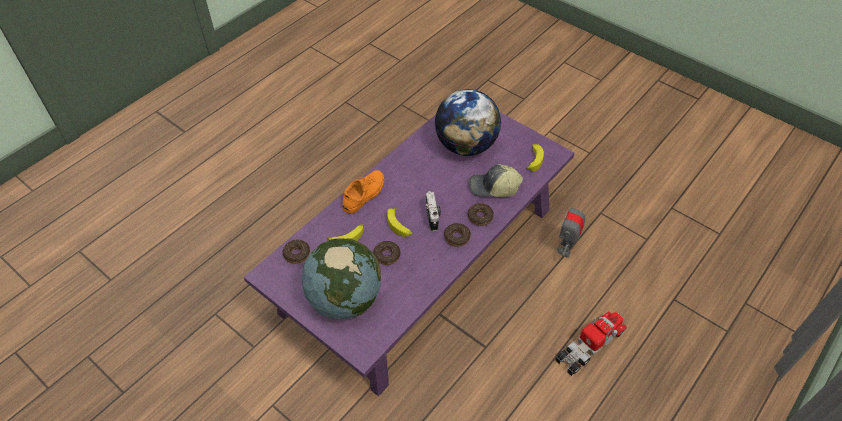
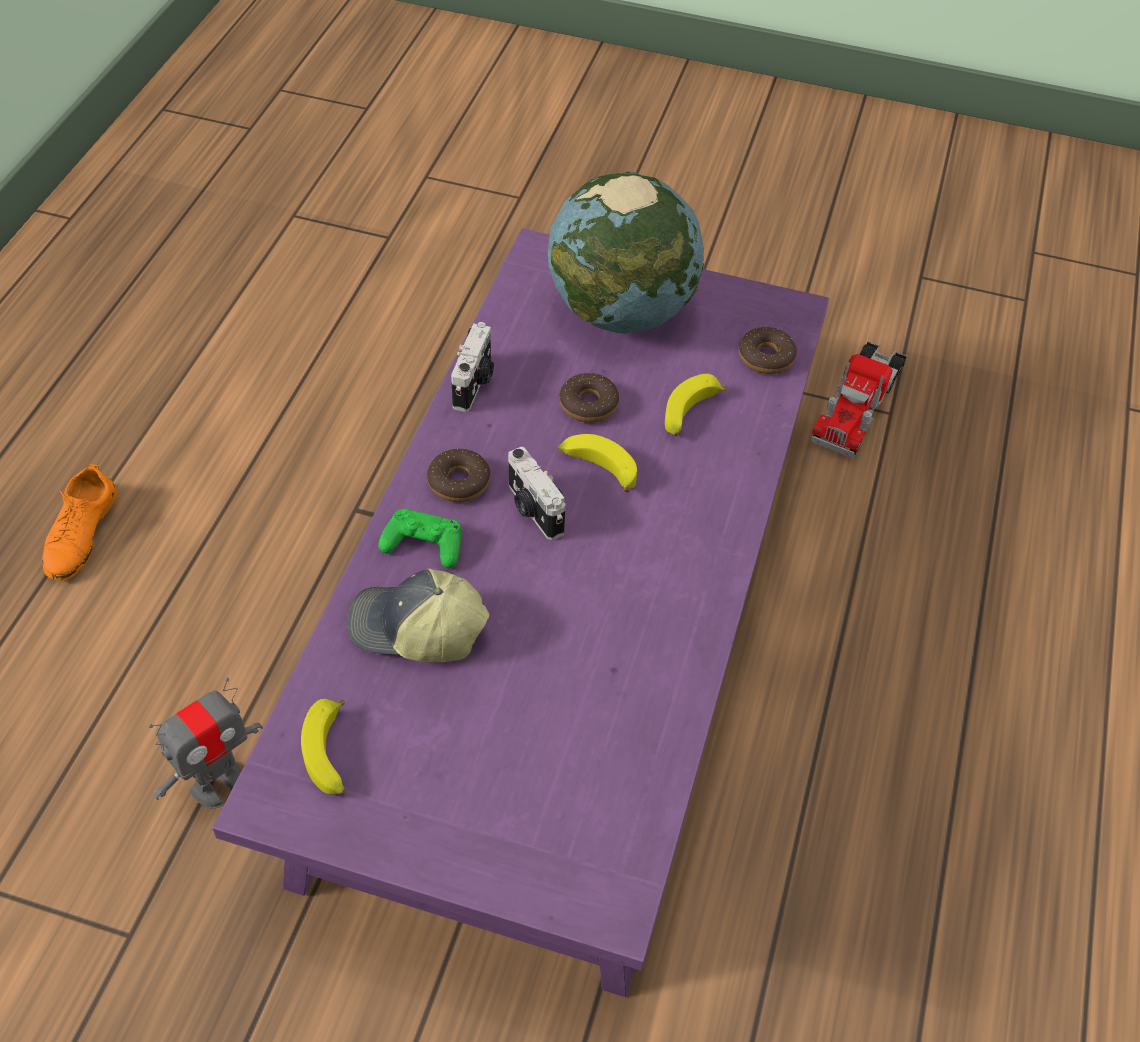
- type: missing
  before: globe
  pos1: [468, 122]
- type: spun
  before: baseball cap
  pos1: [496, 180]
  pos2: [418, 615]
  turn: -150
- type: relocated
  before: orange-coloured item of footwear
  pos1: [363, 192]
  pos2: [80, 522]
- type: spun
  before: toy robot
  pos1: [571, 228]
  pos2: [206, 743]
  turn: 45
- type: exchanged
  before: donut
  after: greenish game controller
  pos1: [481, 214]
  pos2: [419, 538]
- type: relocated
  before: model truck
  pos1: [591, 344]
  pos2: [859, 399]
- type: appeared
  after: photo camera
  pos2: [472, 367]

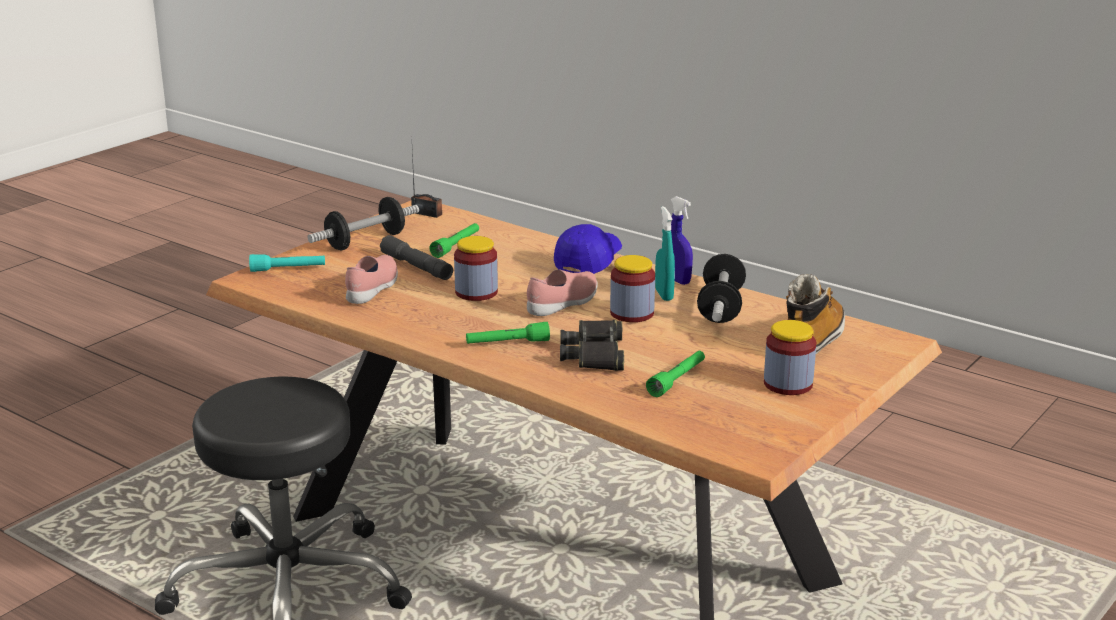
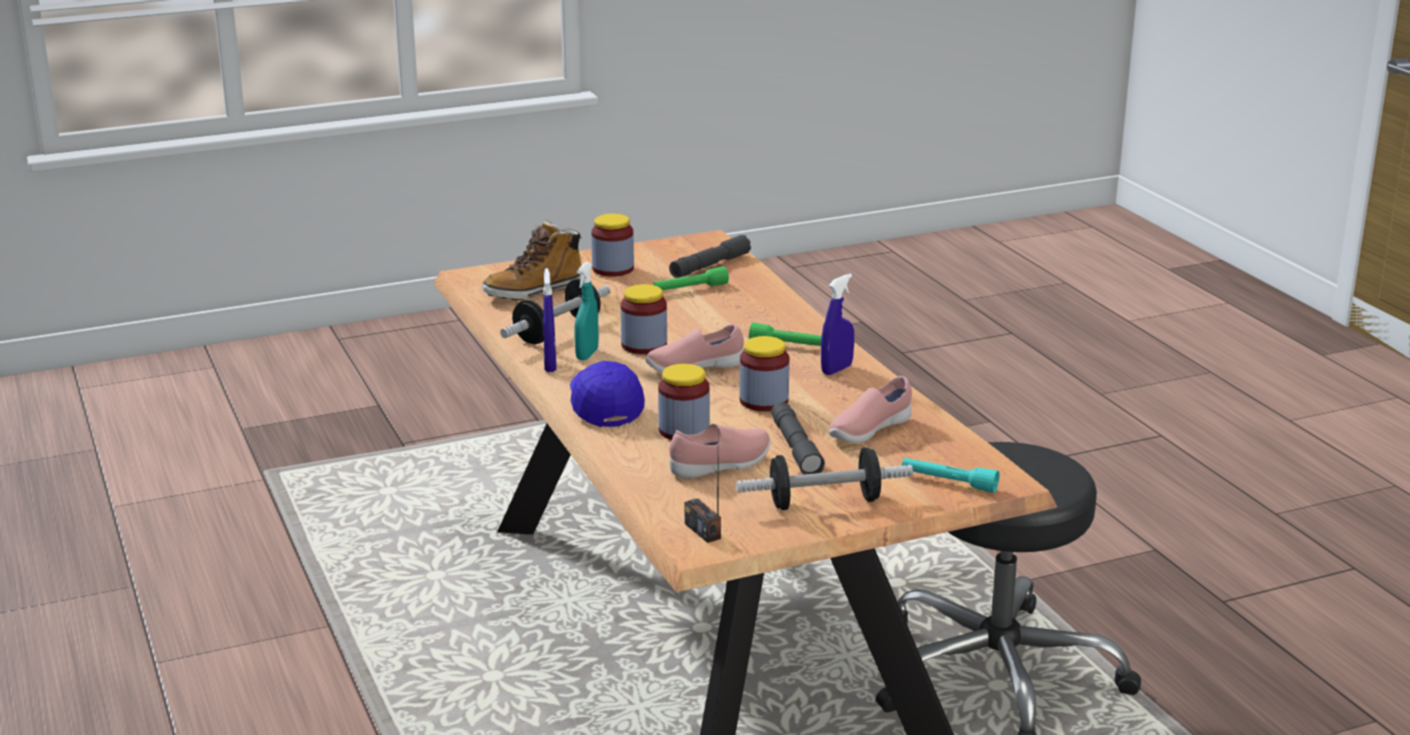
- type: exchanged
  before: greenish torch
  after: pink-coloured item of footwear
  pos1: [454, 240]
  pos2: [719, 451]
- type: spun
  before: bluish baseball cap
  pos1: [588, 249]
  pos2: [607, 394]
  turn: 105
- type: missing
  before: blackish binoculars
  pos1: [592, 345]
- type: appeared
  after: greyish torch
  pos2: [710, 256]
- type: appeared
  after: bluish spray bottle
  pos2: [837, 324]
- type: appeared
  after: jar
  pos2: [684, 402]

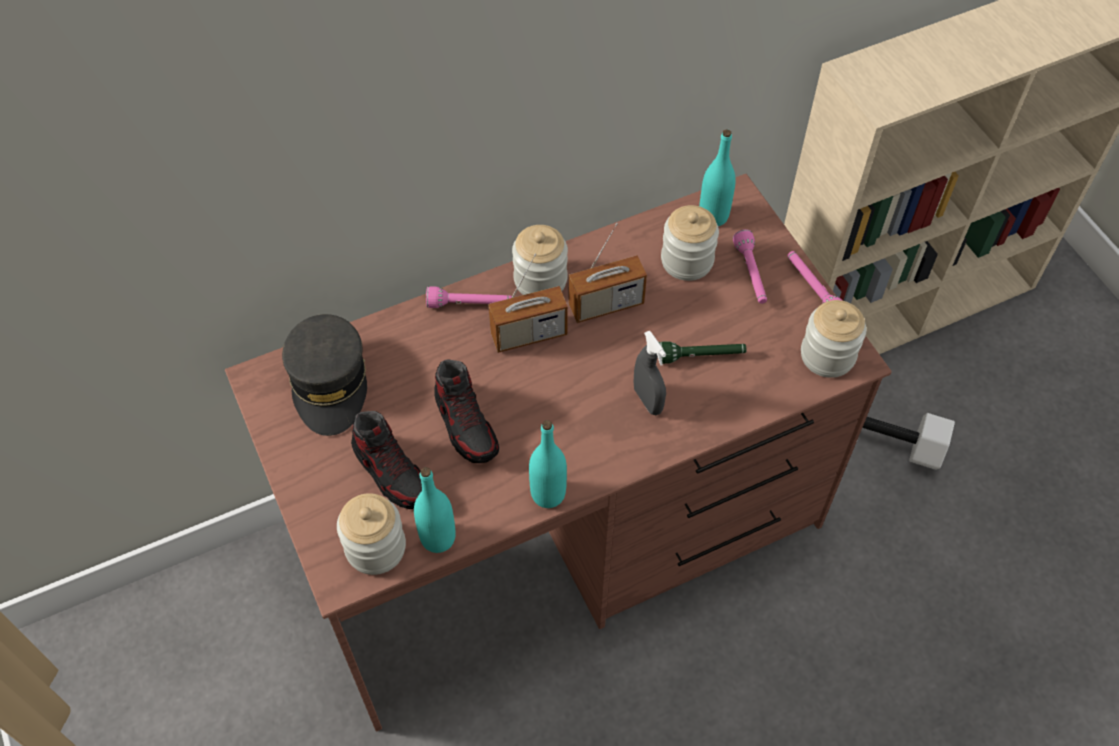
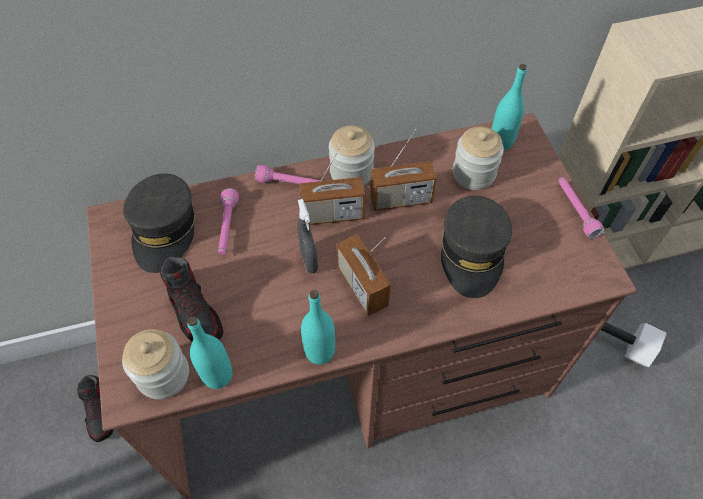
- type: relocated
  before: pink-coloured torch
  pos1: [750, 266]
  pos2: [228, 221]
- type: missing
  before: jar
  pos1: [833, 339]
- type: relocated
  before: greyish spray bottle
  pos1: [650, 373]
  pos2: [307, 236]
- type: exchanged
  before: greenish torch
  after: greyish baseball cap
  pos1: [702, 352]
  pos2: [476, 247]
- type: relocated
  before: item of footwear
  pos1: [466, 411]
  pos2: [95, 408]
- type: appeared
  after: radio
  pos2: [364, 275]

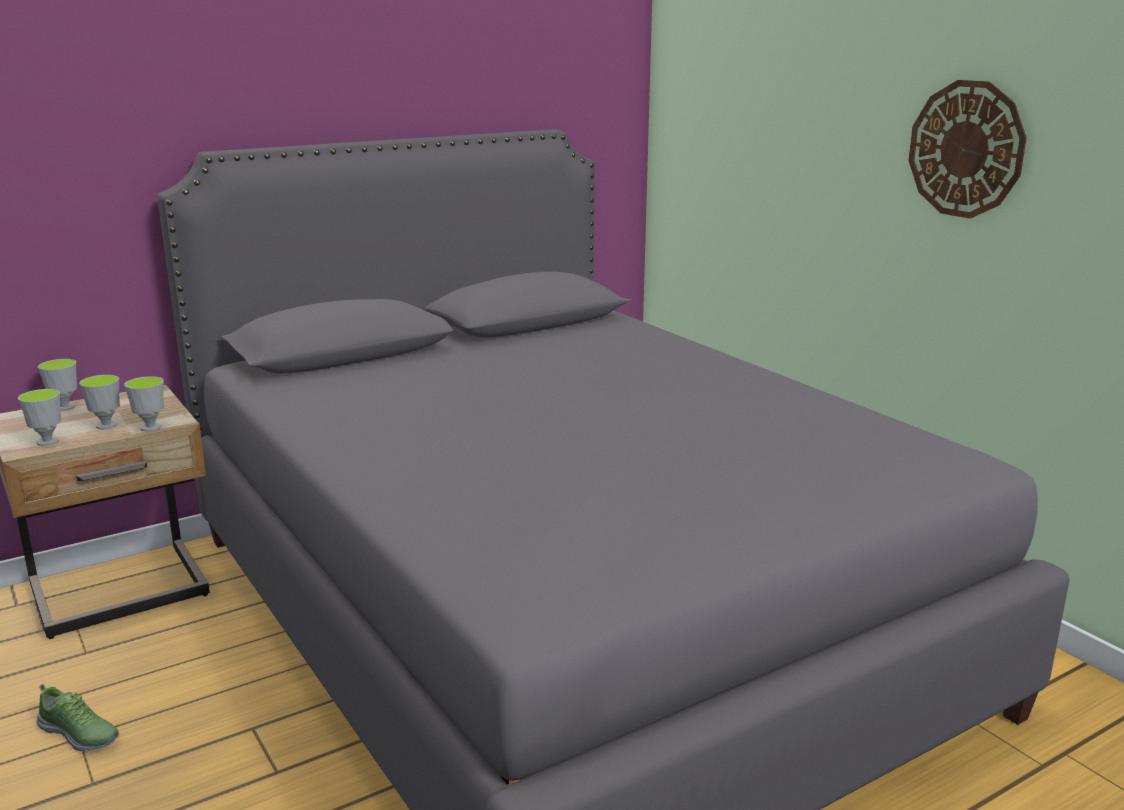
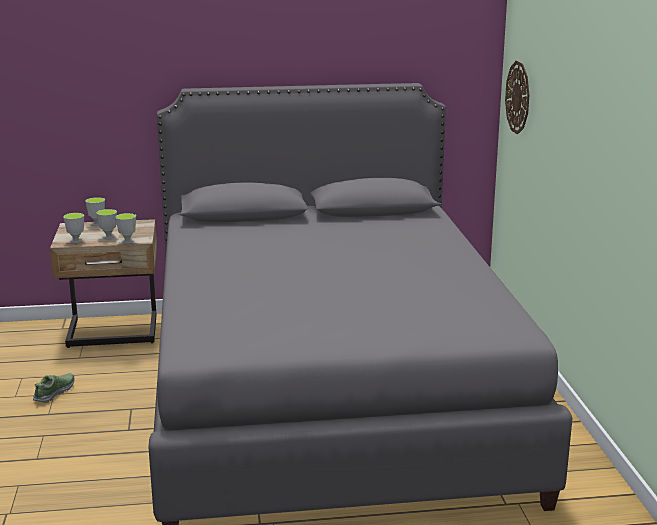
- type: relocated
  before: wall clock
  pos1: [968, 149]
  pos2: [517, 97]
- type: spun
  before: item of footwear
  pos1: [78, 717]
  pos2: [54, 388]
  turn: -120

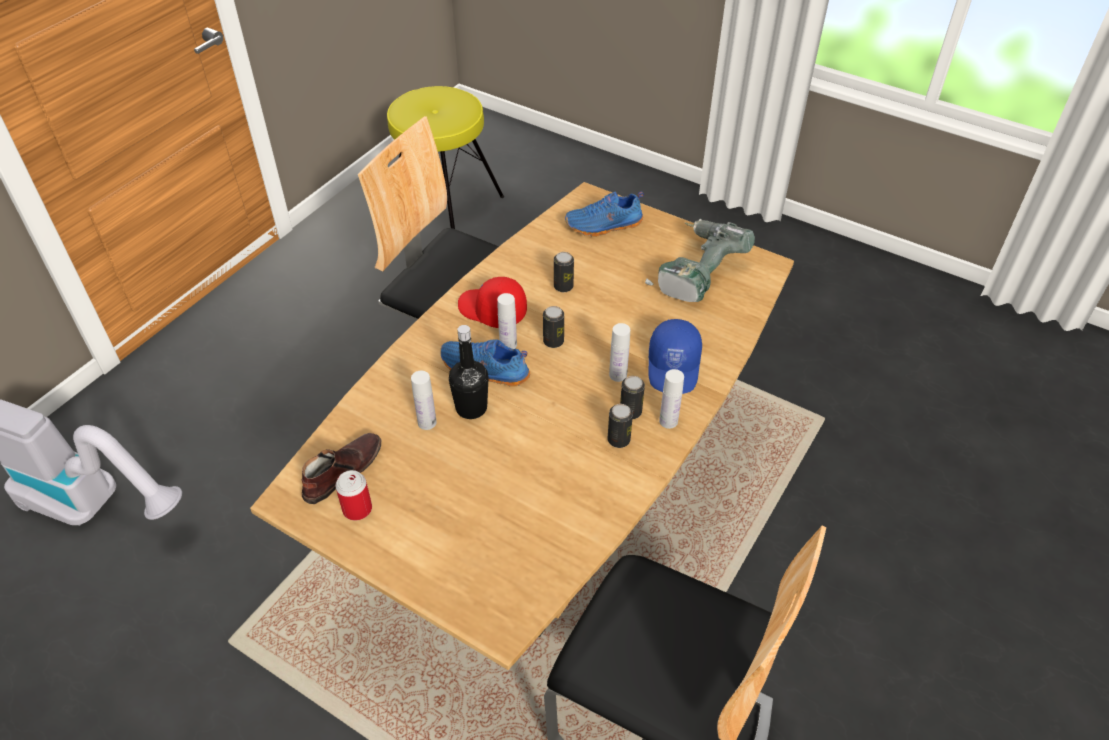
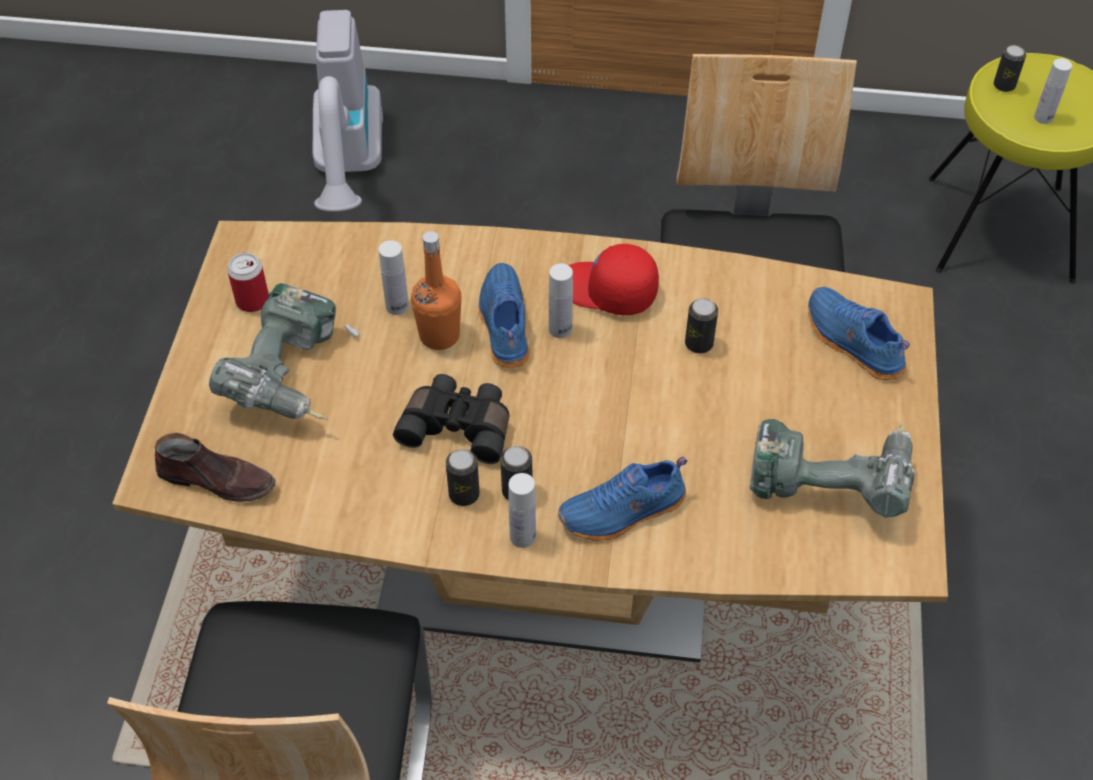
- type: spun
  before: red baseball cap
  pos1: [492, 302]
  pos2: [614, 279]
  turn: -75
- type: relocated
  before: sealed can
  pos1: [553, 327]
  pos2: [1010, 68]
- type: exchanged
  before: bluish baseball cap
  after: bluish item of footwear
  pos1: [675, 356]
  pos2: [622, 499]
- type: relocated
  before: white-coloured drink bottle
  pos1: [619, 352]
  pos2: [1053, 91]
- type: colour
  before: blackish drink bottle
  after: orange-coloured drink bottle
  pos1: [469, 372]
  pos2: [436, 290]
- type: relocated
  before: brown item of footwear
  pos1: [341, 468]
  pos2: [215, 467]
- type: appeared
  after: drill
  pos2: [284, 351]
- type: appeared
  after: blackish binoculars
  pos2: [451, 419]

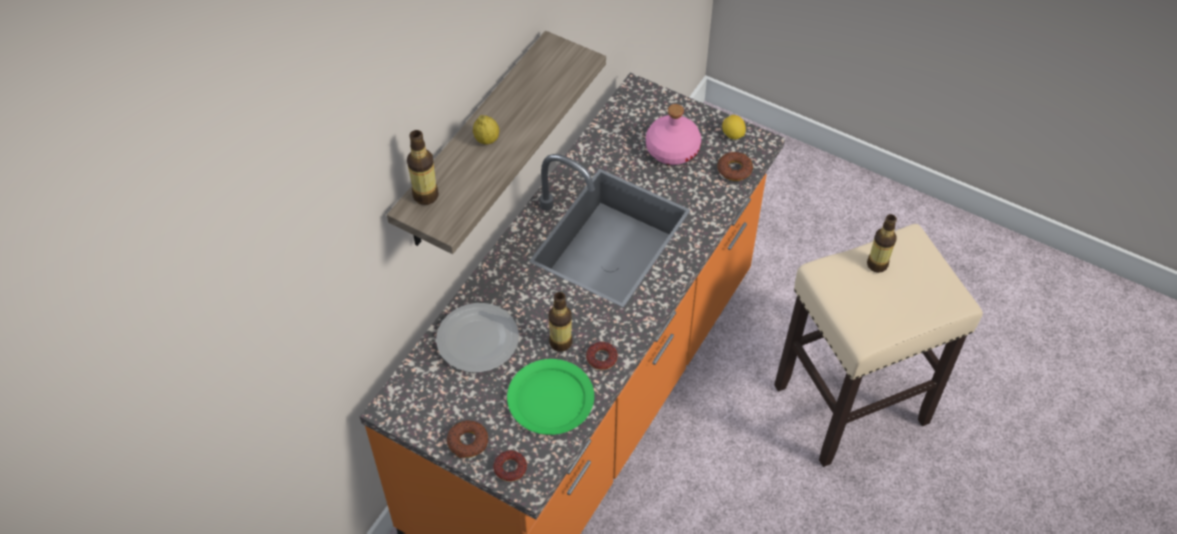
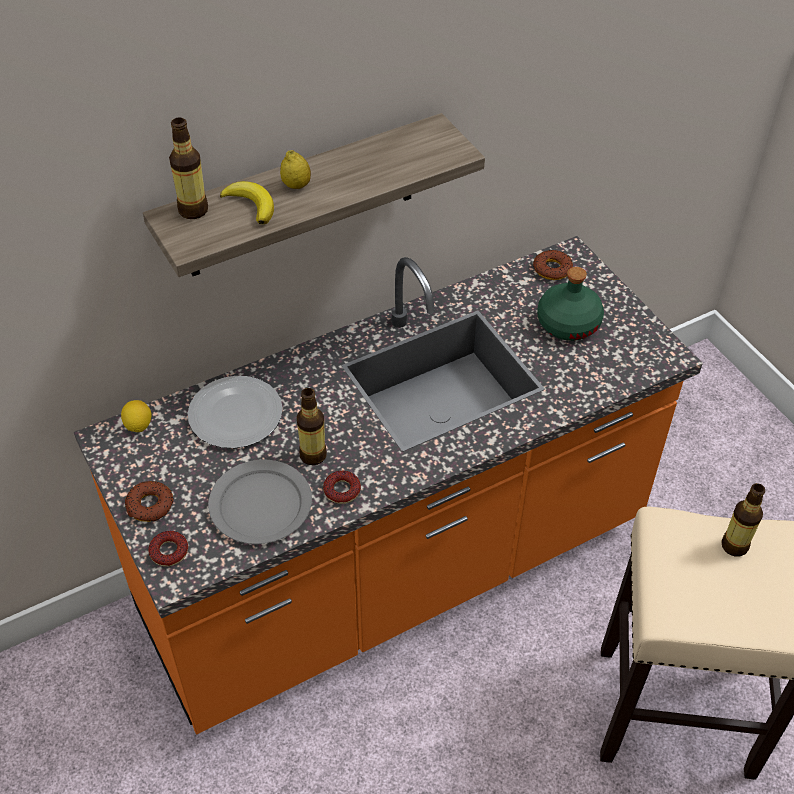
- type: colour
  before: pink-coloured drink bottle
  after: greenish drink bottle
  pos1: [673, 134]
  pos2: [570, 304]
- type: relocated
  before: citrus fruit
  pos1: [734, 127]
  pos2: [136, 416]
- type: relocated
  before: donut
  pos1: [735, 166]
  pos2: [553, 265]
- type: colour
  before: greenish flat dish
  after: greyish flat dish
  pos1: [550, 397]
  pos2: [260, 502]
- type: appeared
  after: banana
  pos2: [247, 202]

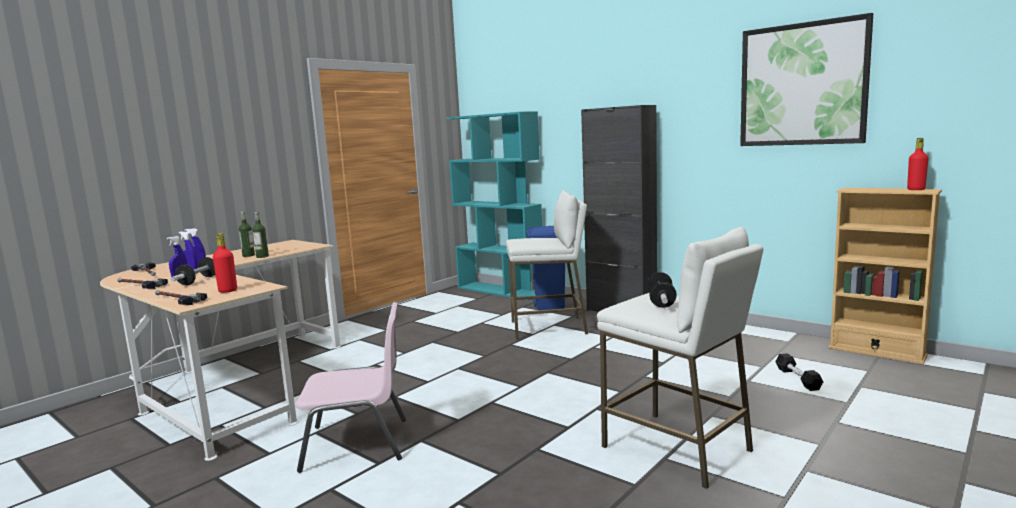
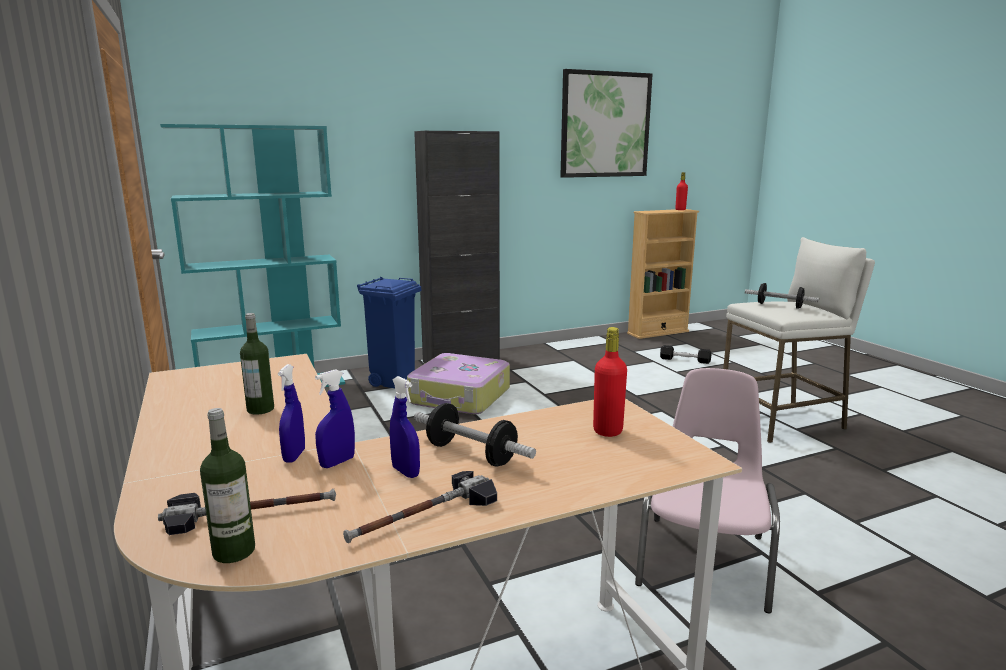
- type: exchanged
  before: white-coloured sitting stool
  after: suitcase
  pos1: [547, 265]
  pos2: [458, 383]
- type: relocated
  before: drink bottle
  pos1: [261, 235]
  pos2: [227, 485]
- type: missing
  before: hammer
  pos1: [181, 297]

